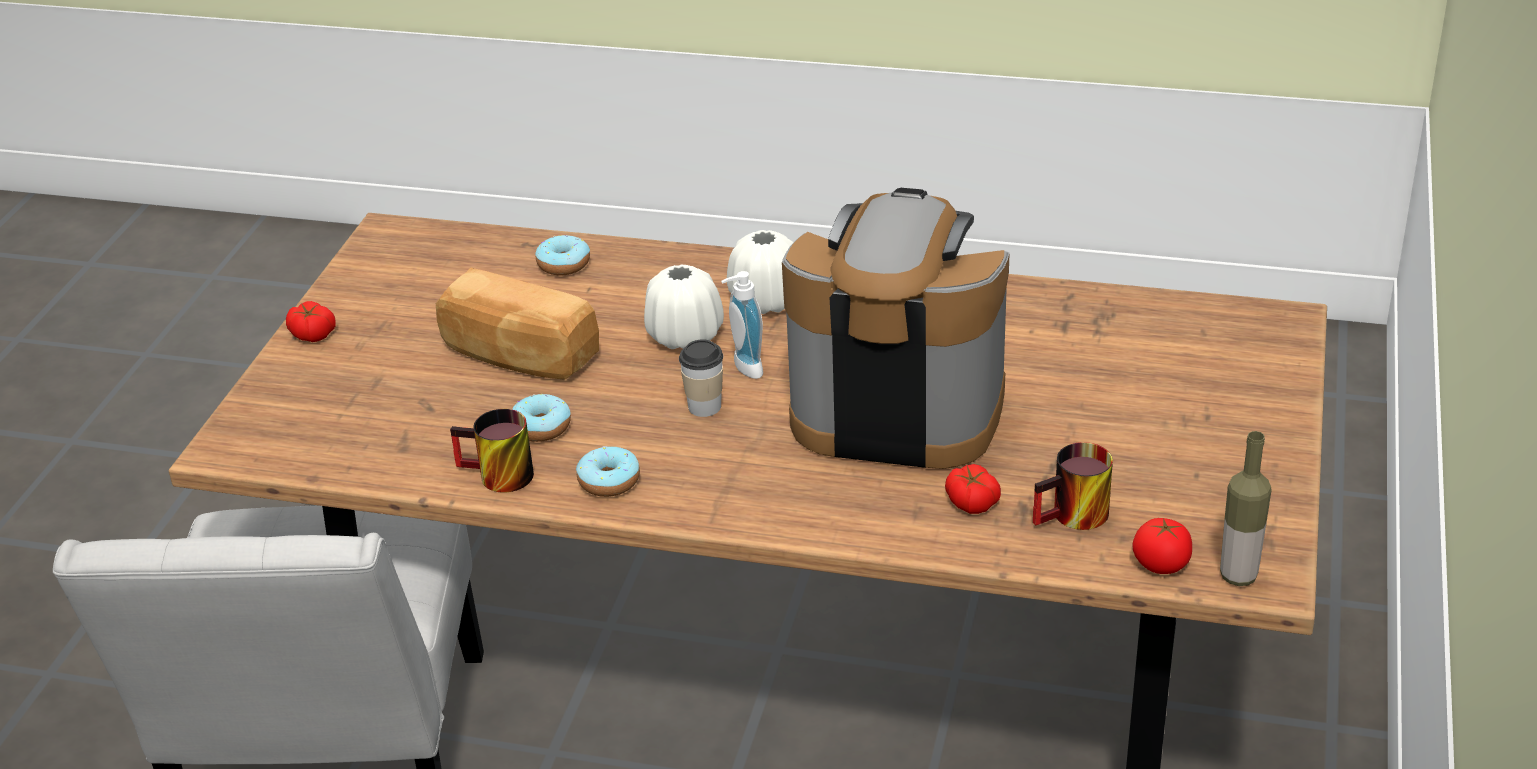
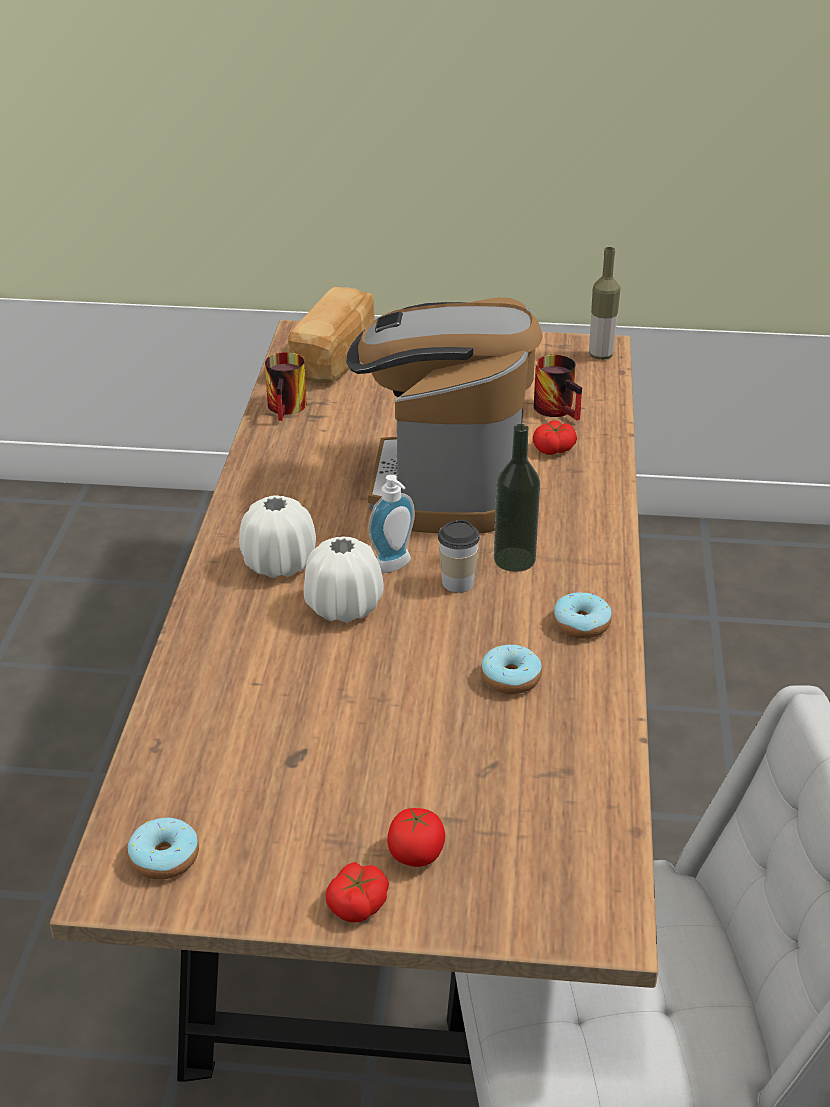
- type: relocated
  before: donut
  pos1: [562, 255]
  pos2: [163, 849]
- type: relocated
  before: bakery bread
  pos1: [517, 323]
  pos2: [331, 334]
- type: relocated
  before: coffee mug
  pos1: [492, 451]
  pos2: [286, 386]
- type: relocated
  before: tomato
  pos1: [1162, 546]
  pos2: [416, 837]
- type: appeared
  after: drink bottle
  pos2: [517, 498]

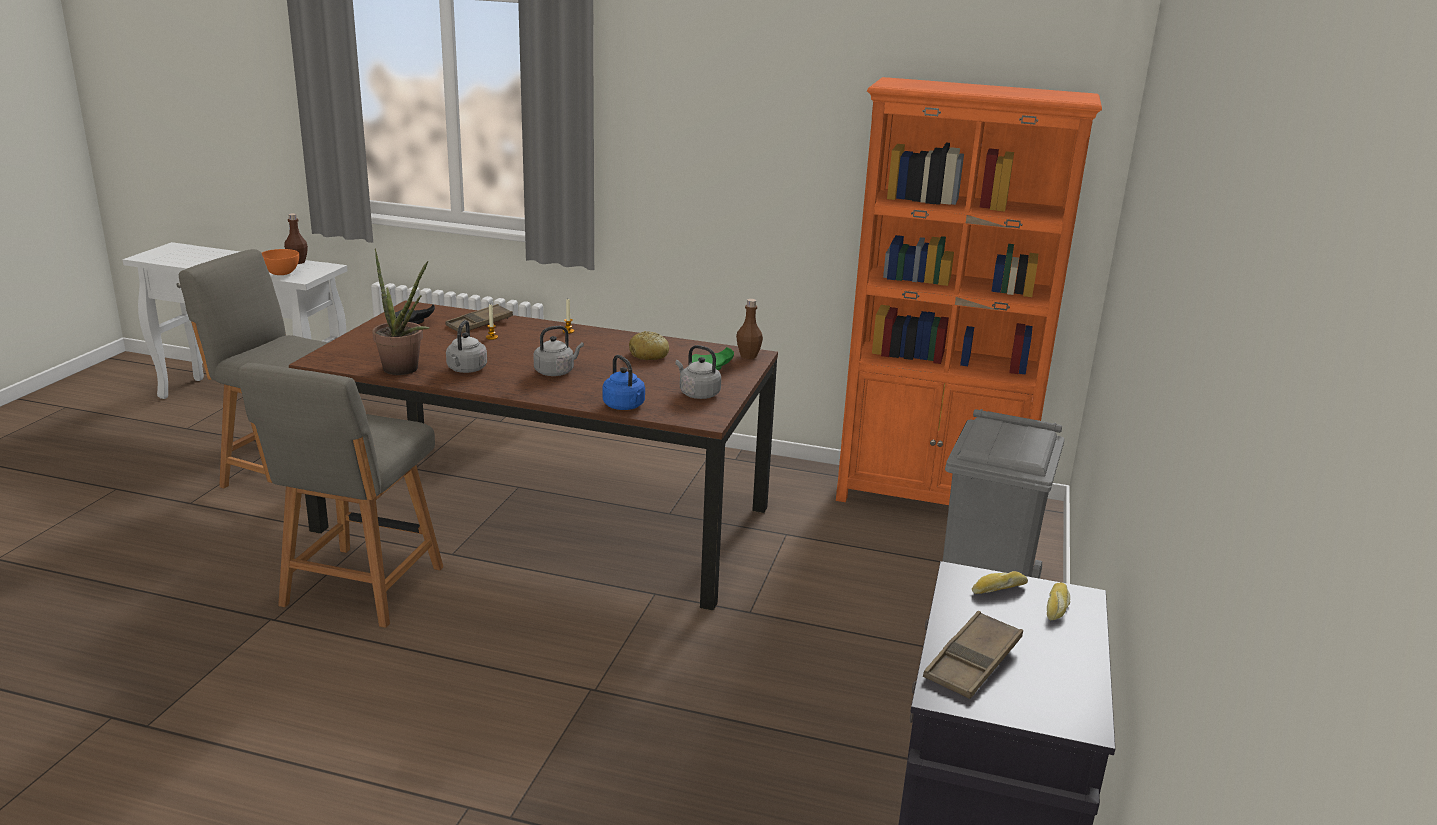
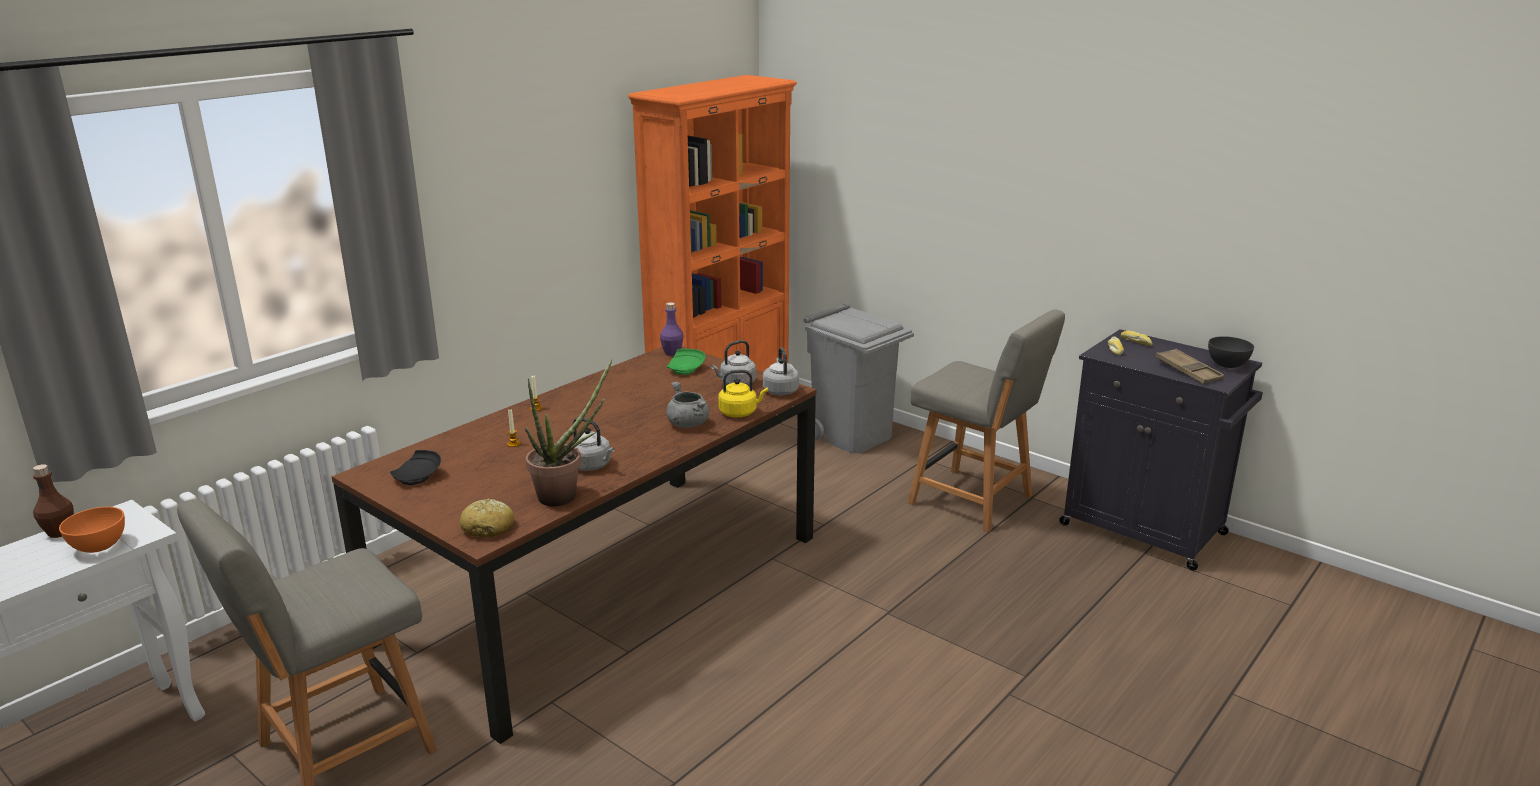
- type: colour
  before: brown drink bottle
  after: purple drink bottle
  pos1: [749, 329]
  pos2: [672, 329]
- type: missing
  before: brown serving tray
  pos1: [479, 318]
- type: relocated
  before: greyish kettle
  pos1: [559, 351]
  pos2: [781, 371]
- type: relocated
  before: bakery bread
  pos1: [649, 345]
  pos2: [487, 518]
- type: colour
  before: bluish kettle
  after: yellowish kettle
  pos1: [624, 382]
  pos2: [743, 393]
- type: relocated
  before: greyish plain chair
  pos1: [340, 495]
  pos2: [986, 421]
- type: appeared
  after: greyish serving bowl
  pos2: [1231, 352]
- type: appeared
  after: greyish cooking pot
  pos2: [687, 405]

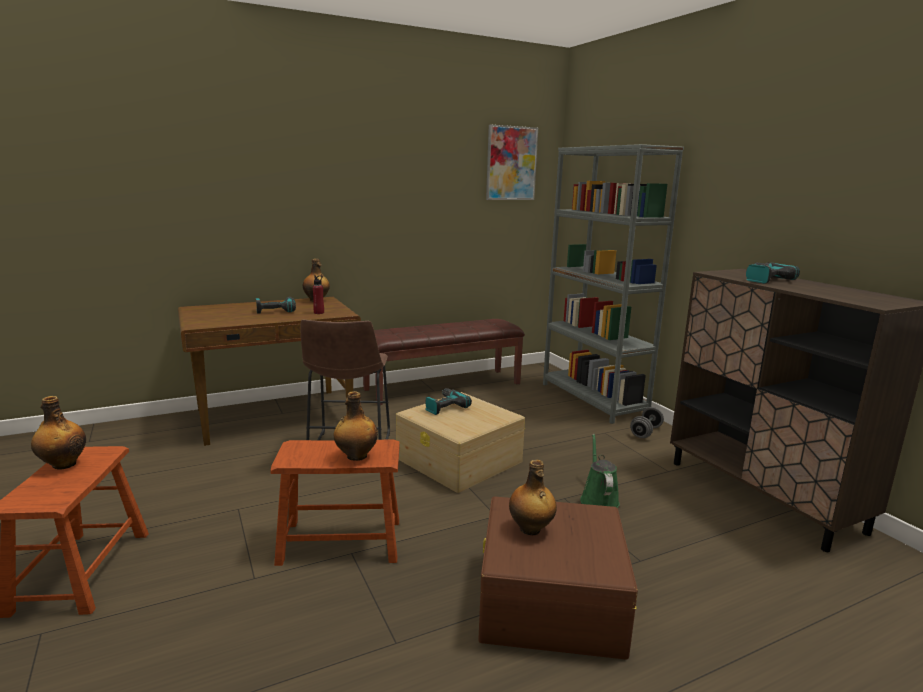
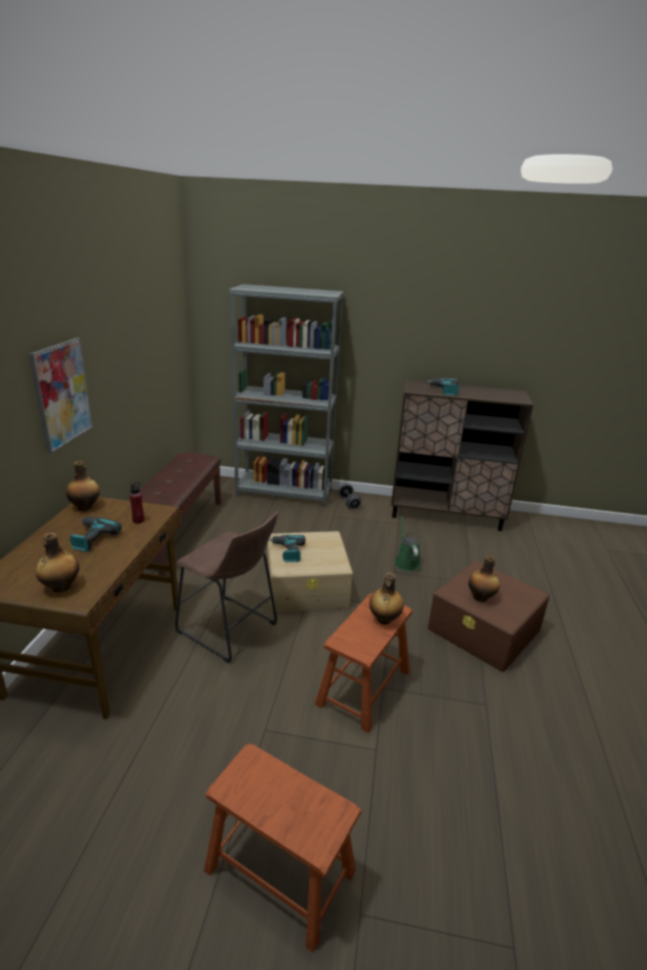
- type: relocated
  before: wall picture
  pos1: [512, 162]
  pos2: [61, 396]
- type: relocated
  before: drink bottle
  pos1: [58, 433]
  pos2: [57, 562]
- type: spun
  before: greenish sprinkling can
  pos1: [600, 471]
  pos2: [407, 543]
  turn: 45

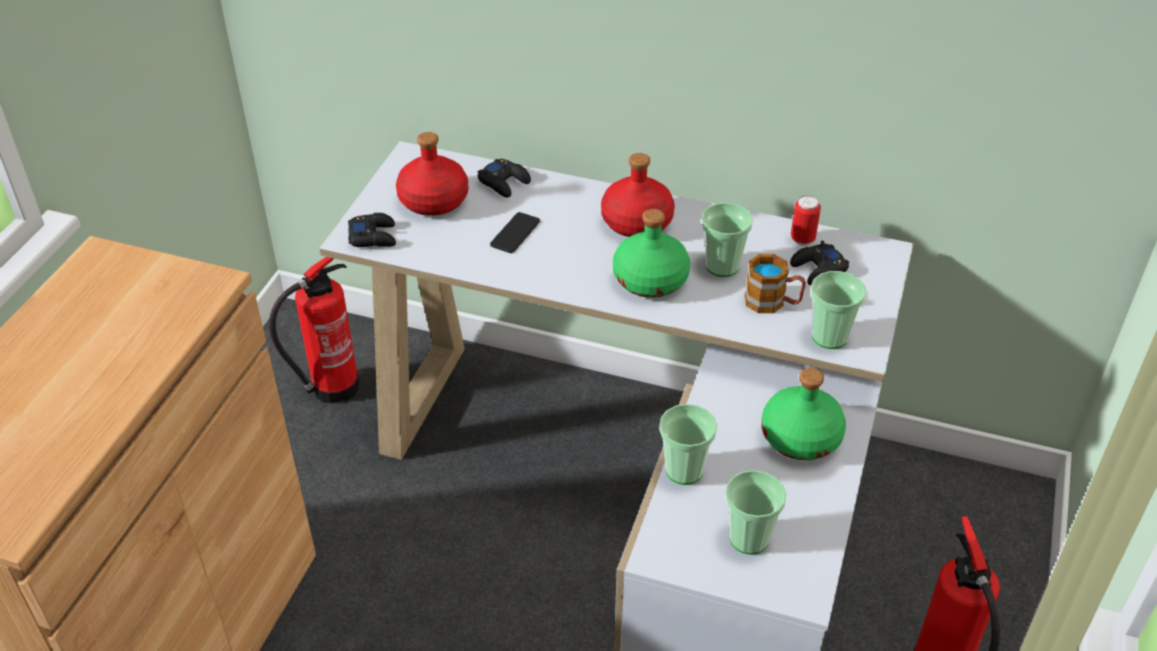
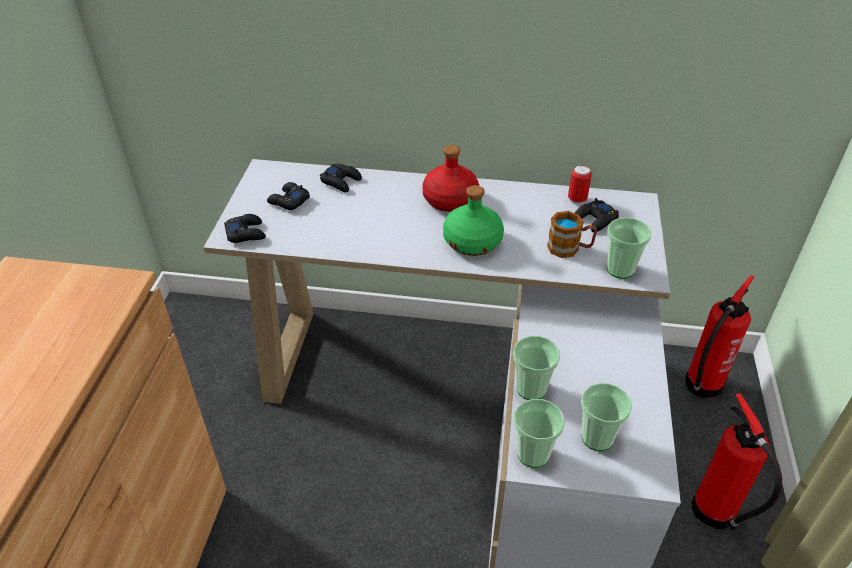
- type: exchanged
  before: red drink bottle
  after: blackish game controller
  pos1: [432, 174]
  pos2: [288, 196]
- type: relocated
  before: cup
  pos1: [727, 240]
  pos2: [539, 433]
- type: missing
  before: telephone
  pos1: [515, 232]
- type: relocated
  before: extinguisher
  pos1: [314, 330]
  pos2: [719, 336]
- type: missing
  before: greenish drink bottle
  pos1: [804, 414]

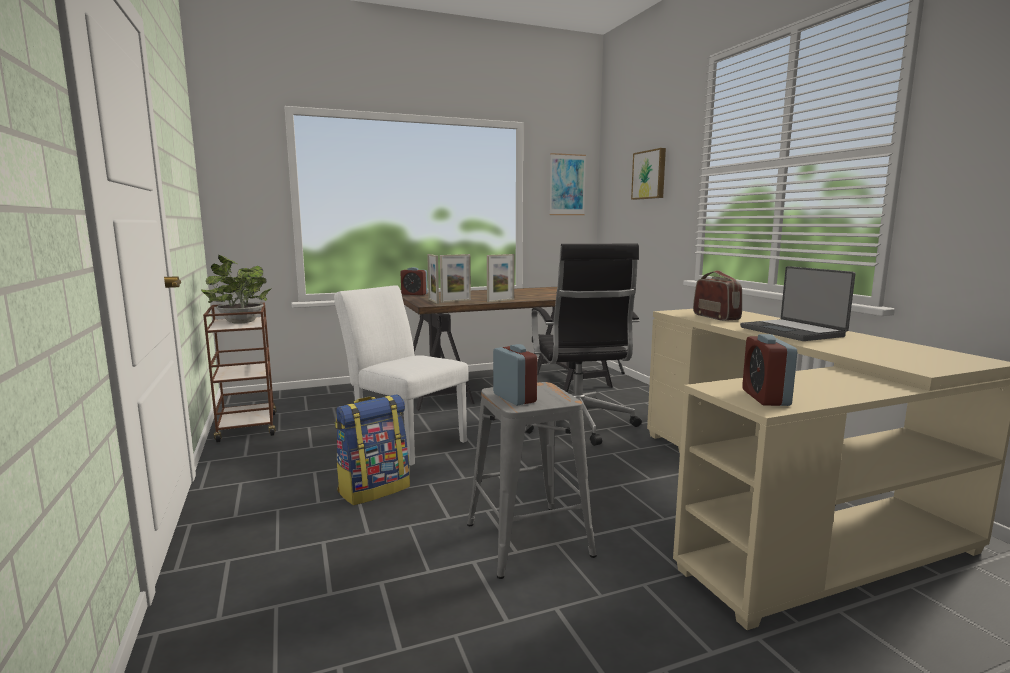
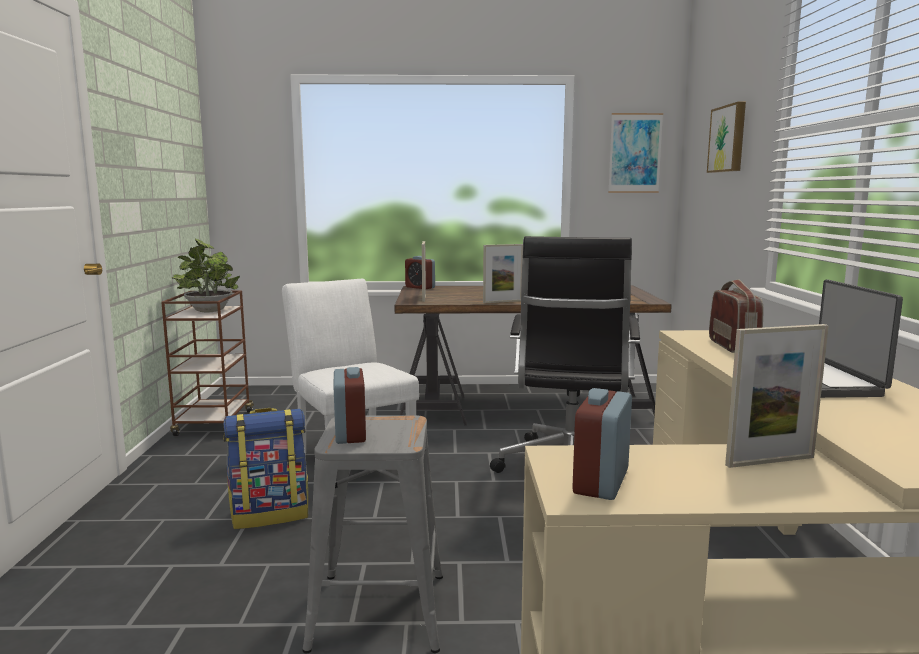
- type: relocated
  before: photo frame
  pos1: [455, 278]
  pos2: [777, 396]

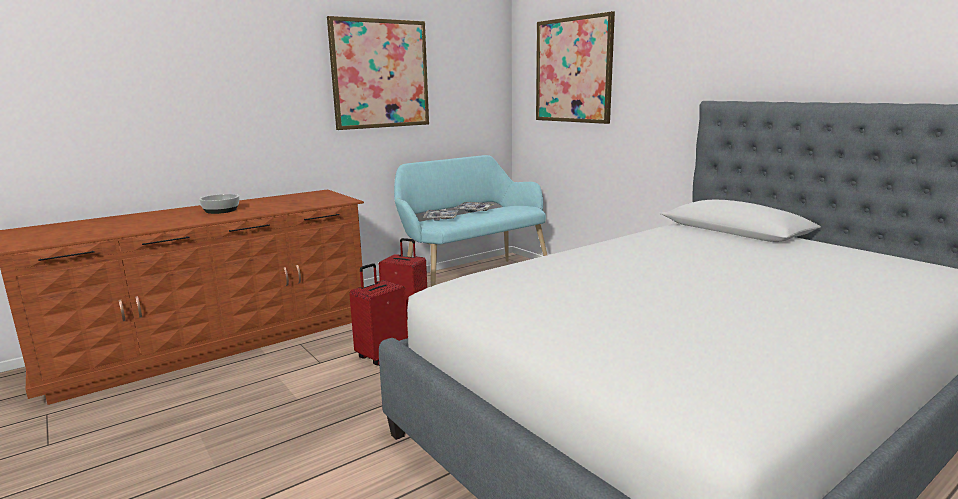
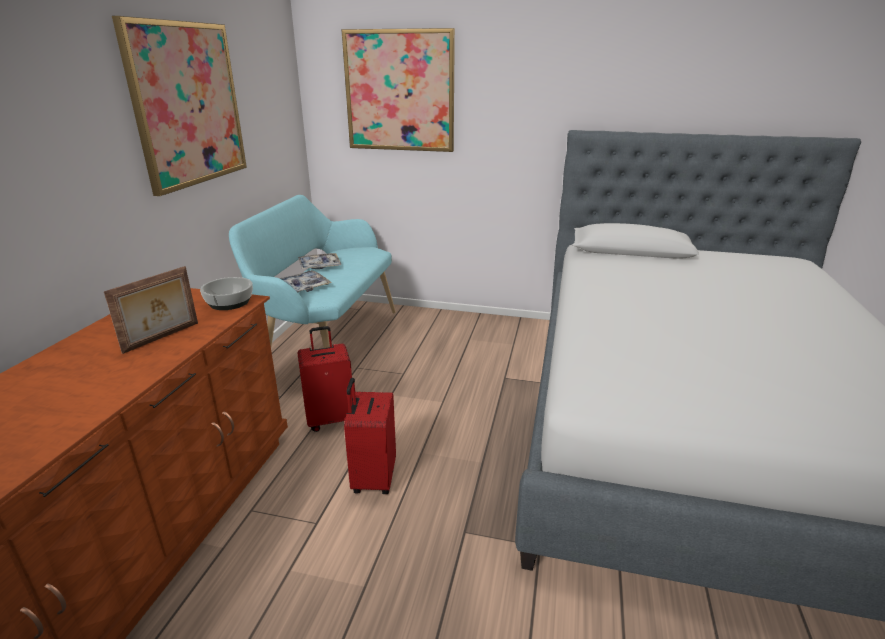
- type: relocated
  before: serving bowl
  pos1: [219, 204]
  pos2: [226, 293]
- type: appeared
  after: photo frame
  pos2: [151, 310]

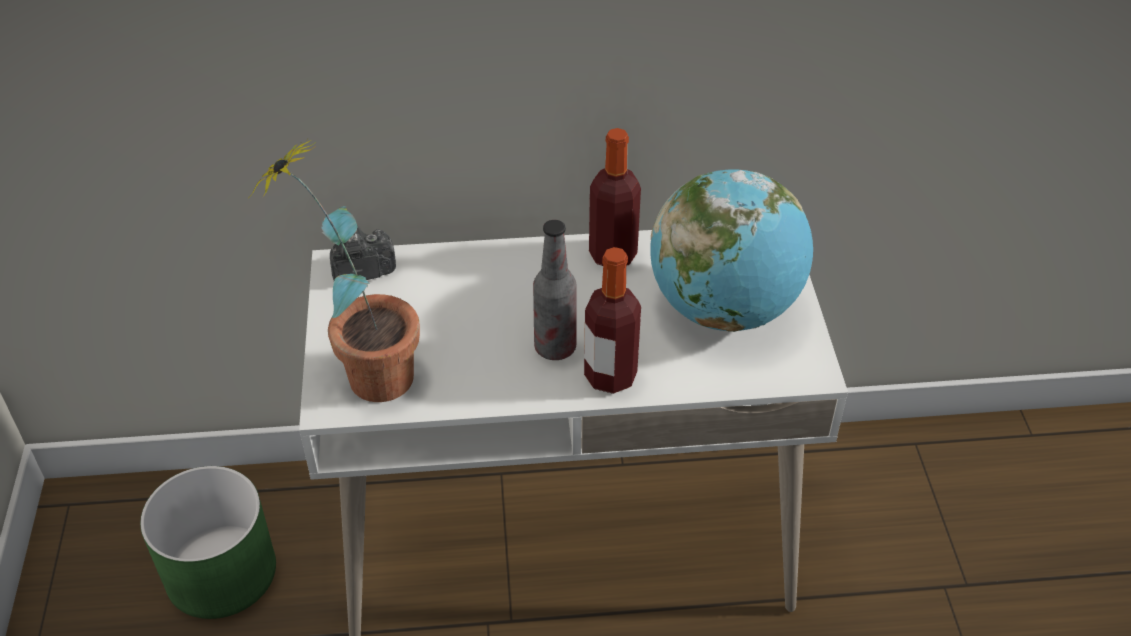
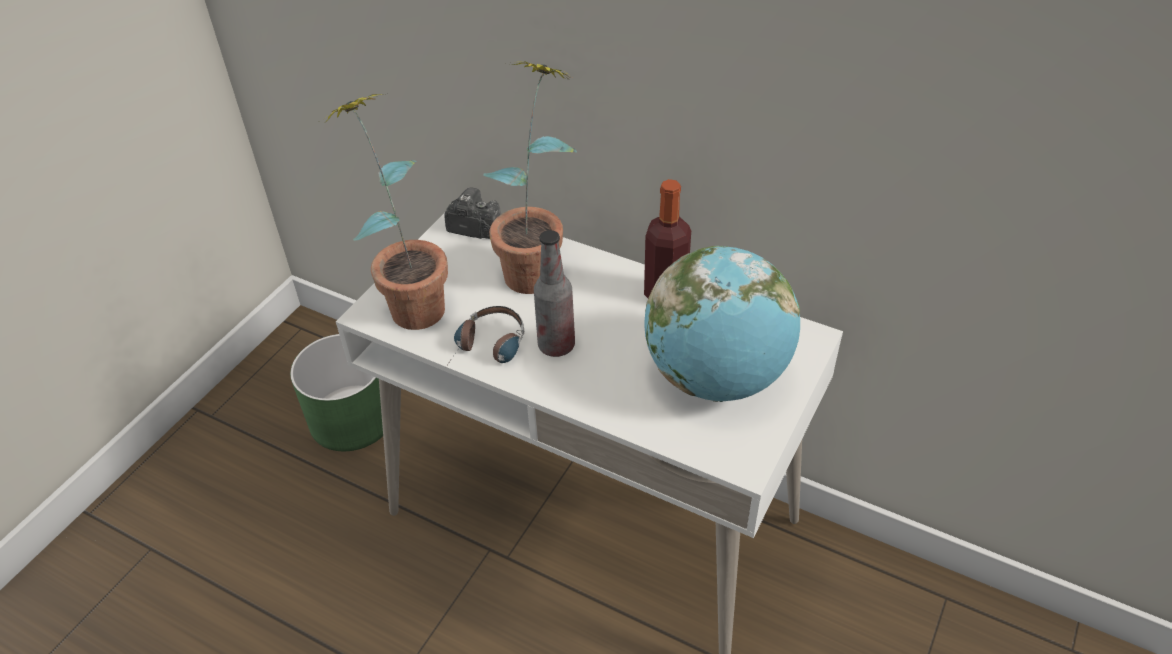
- type: missing
  before: drink bottle
  pos1: [612, 320]
- type: appeared
  after: plant in a pot
  pos2: [530, 177]
- type: appeared
  after: headset
  pos2: [485, 336]

